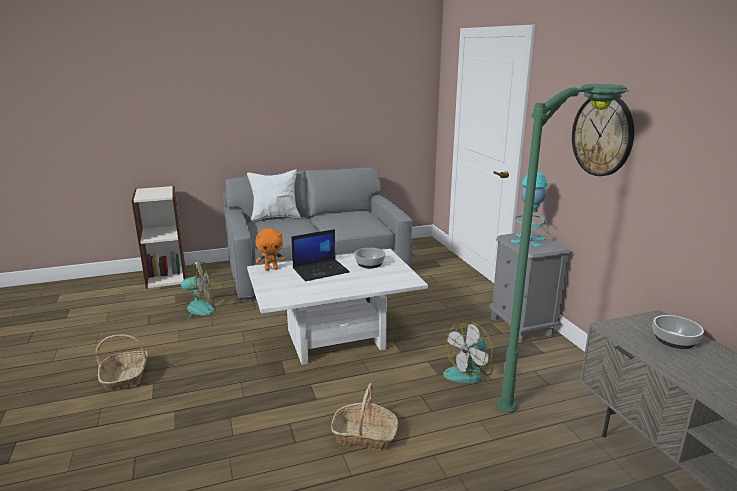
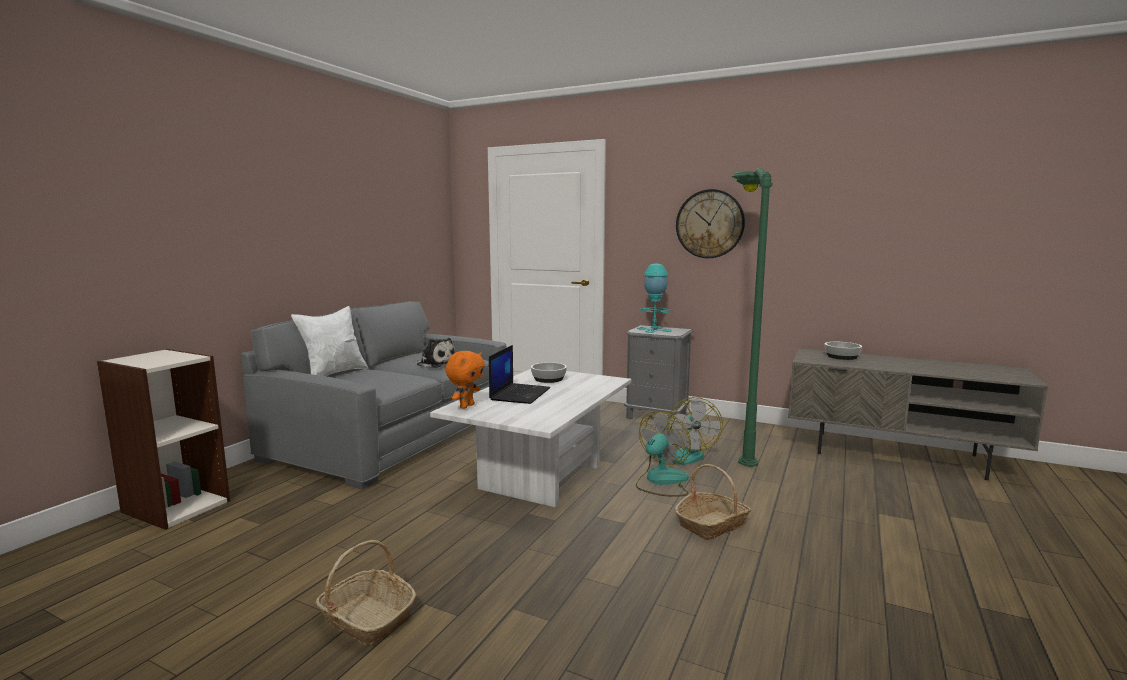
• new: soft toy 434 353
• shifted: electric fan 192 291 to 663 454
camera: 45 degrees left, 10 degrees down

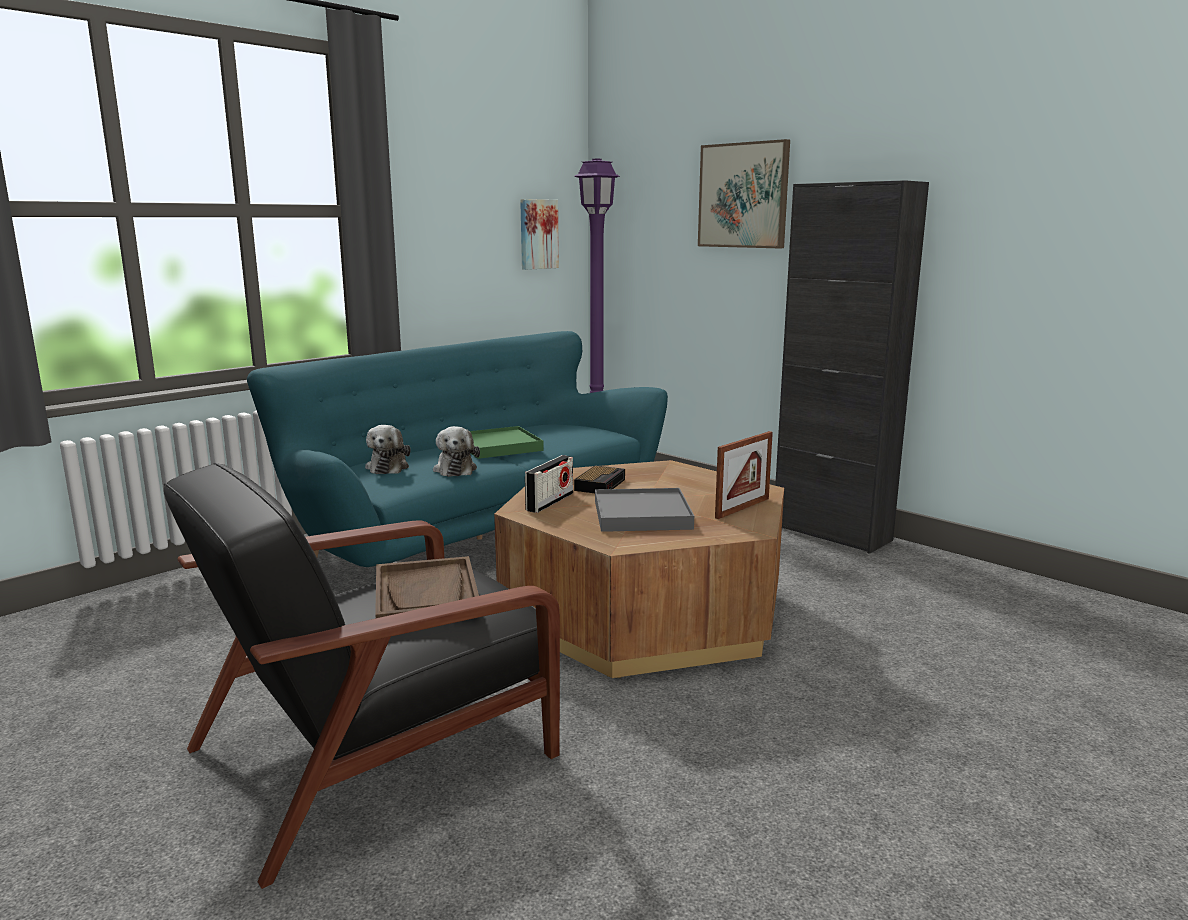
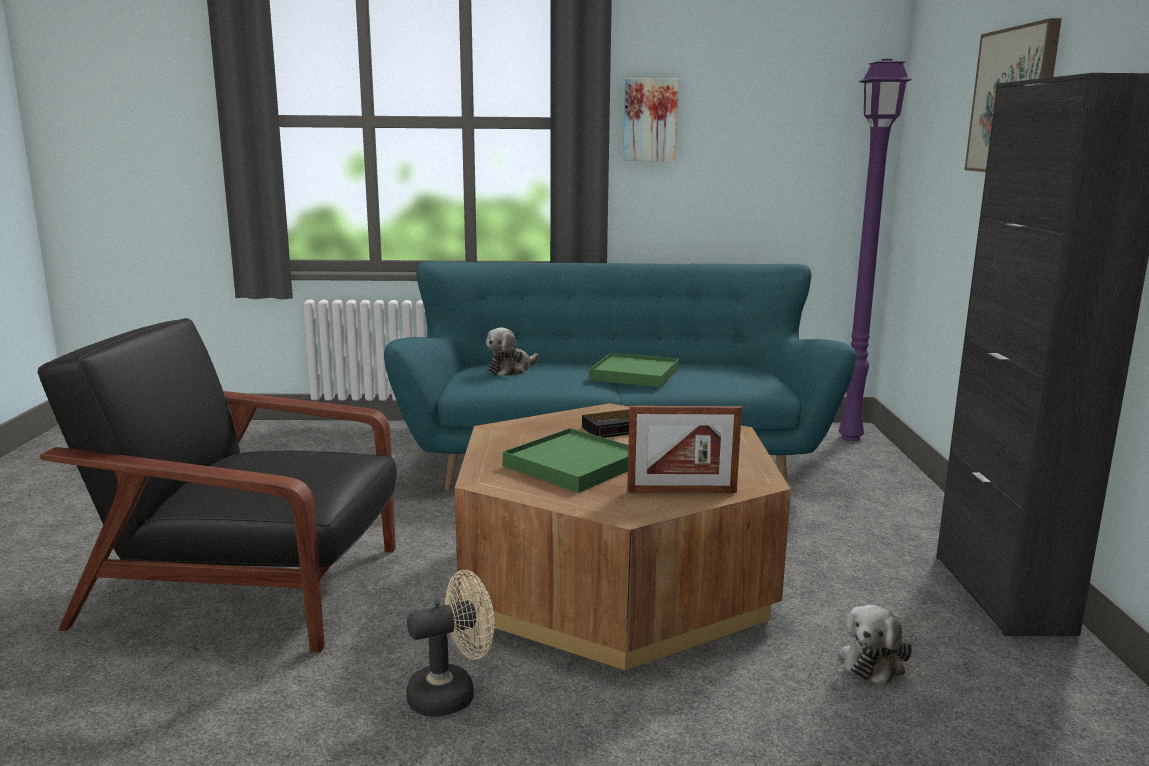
• new: electric fan in beige 450 643
• repainted: tray in greyish 644 510 to tray in green-coloured 566 460
• shifted: wall art 539 234 to 650 119
• shifted: soft toy 456 451 to 876 645
• gone: tray in brown 427 587
• gone: radio receiver 549 484
camera: 45 degrees right, 0 degrees up

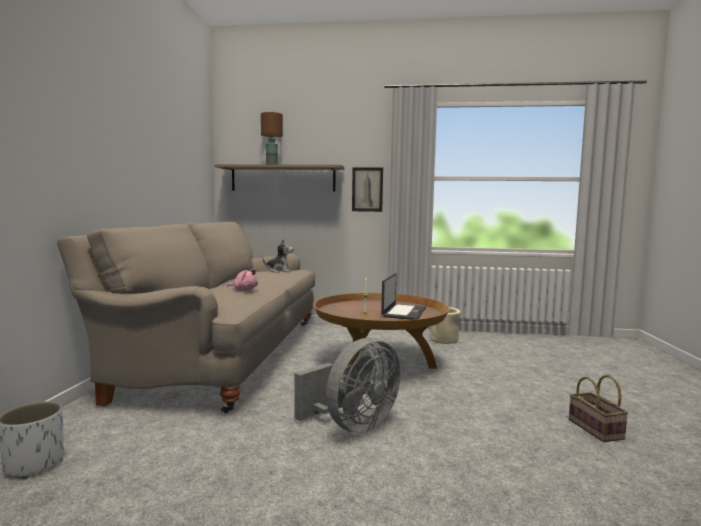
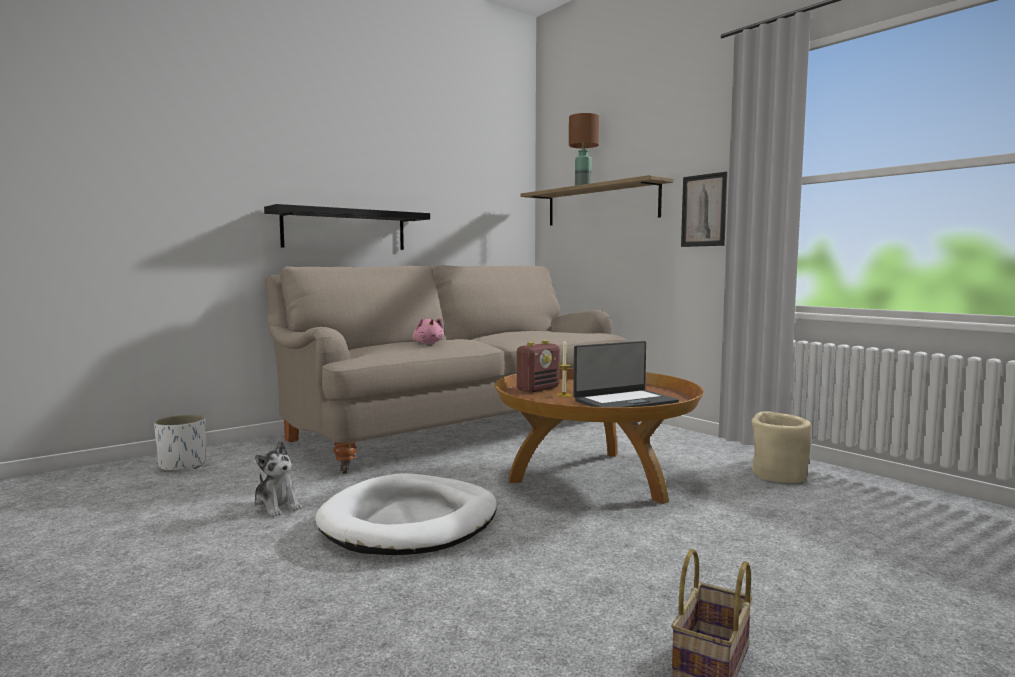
• shifted: soft toy 278 255 to 277 479
• new: shelf in black 347 227
• swapped: electric fan in greyish 347 385 to dog cushion in white-coloured 406 514
• new: radio receiver 538 366
camera: 45 degrees right, 0 degrees up

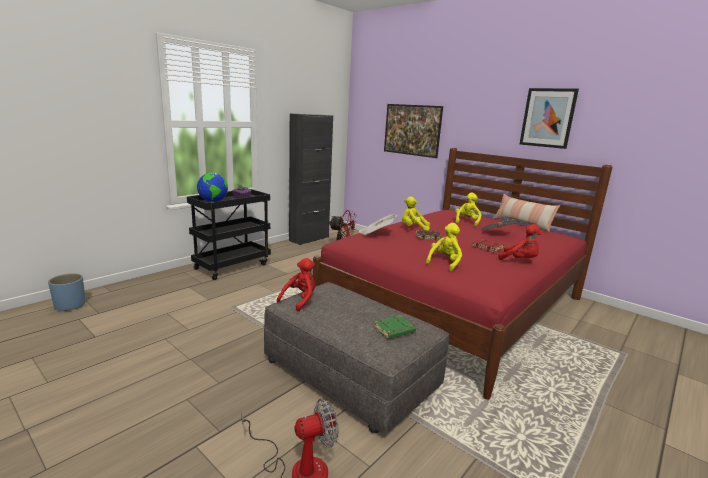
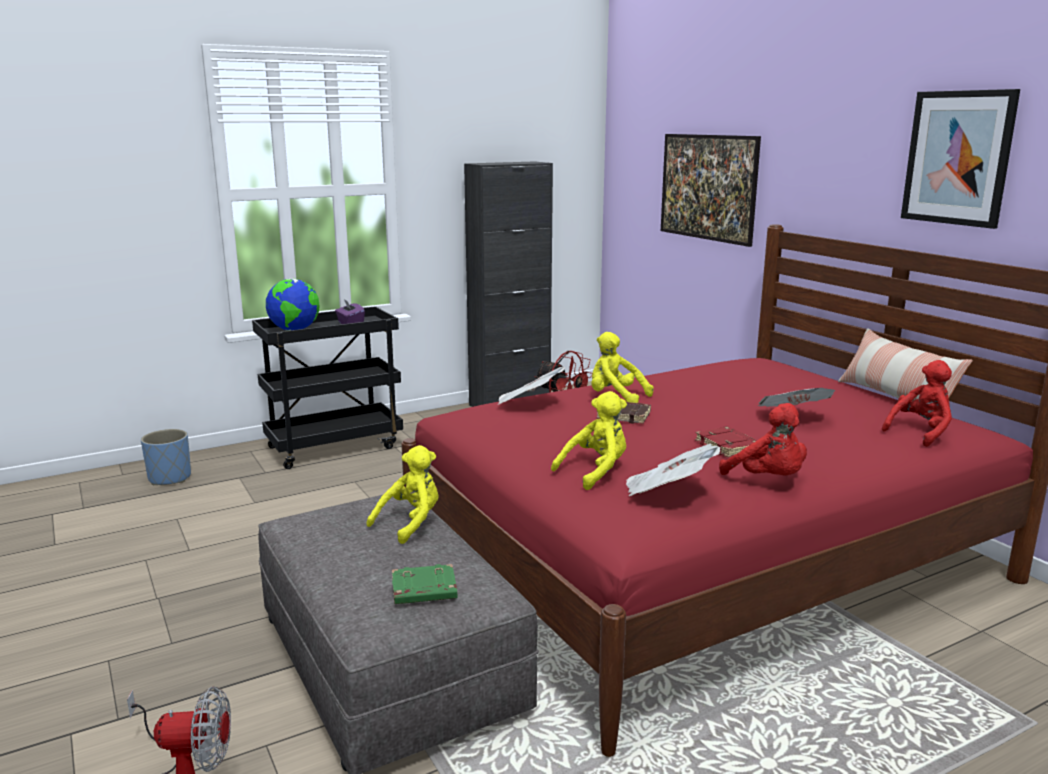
• shifted: plant pot in blue 67 292 to 166 457
• shifted: soft toy in yellow 468 209 to 402 494
• new: printed paper 673 470
• shifted: soft toy in reddish 296 284 to 917 403
camera: 20 degrees right, 0 degrees up

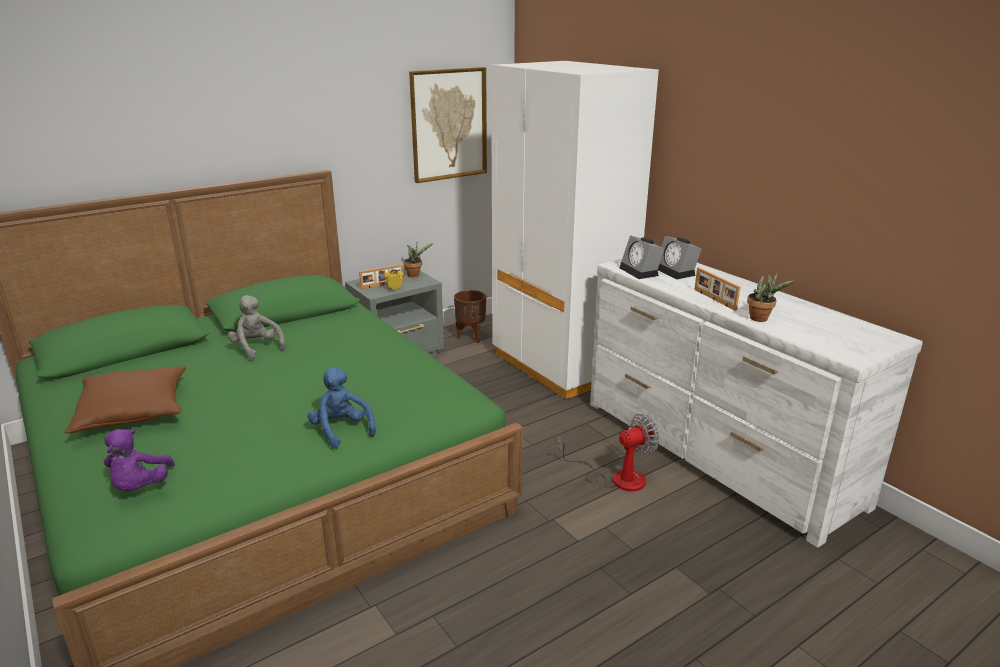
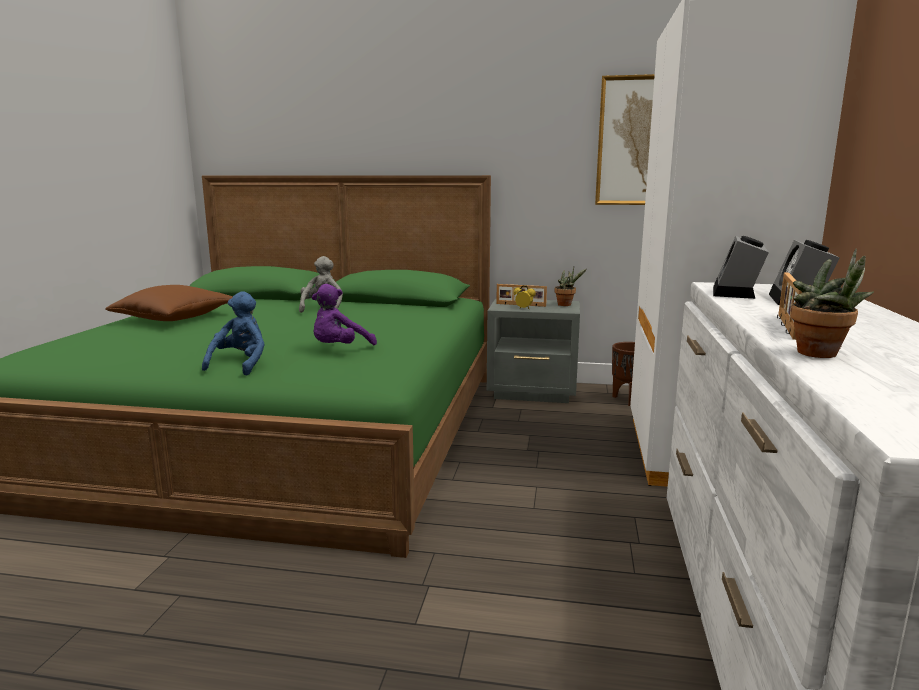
• shifted: soft toy in purplish 139 460 to 344 315
• gone: electric fan 607 453
camera: 45 degrees right, 10 degrees down

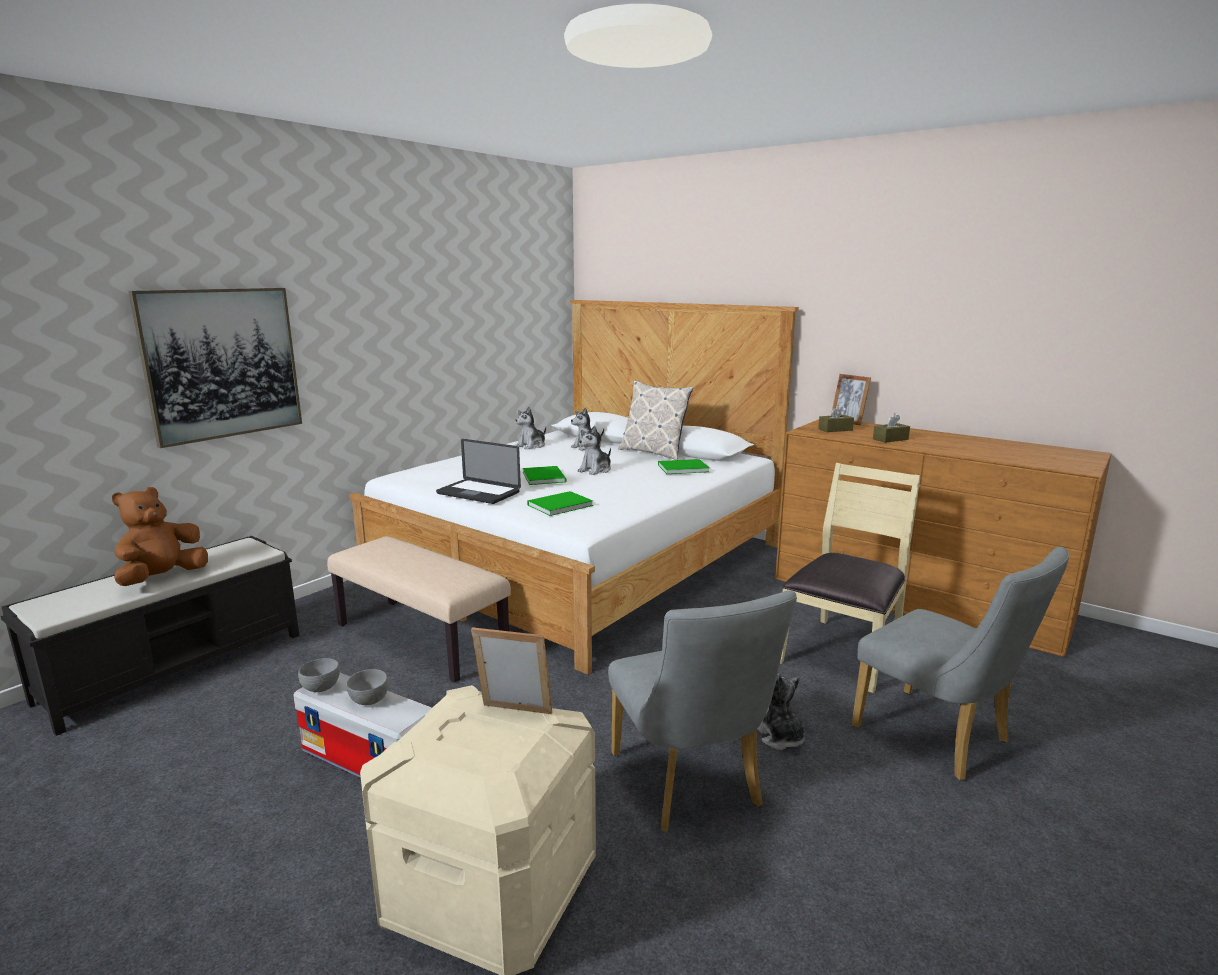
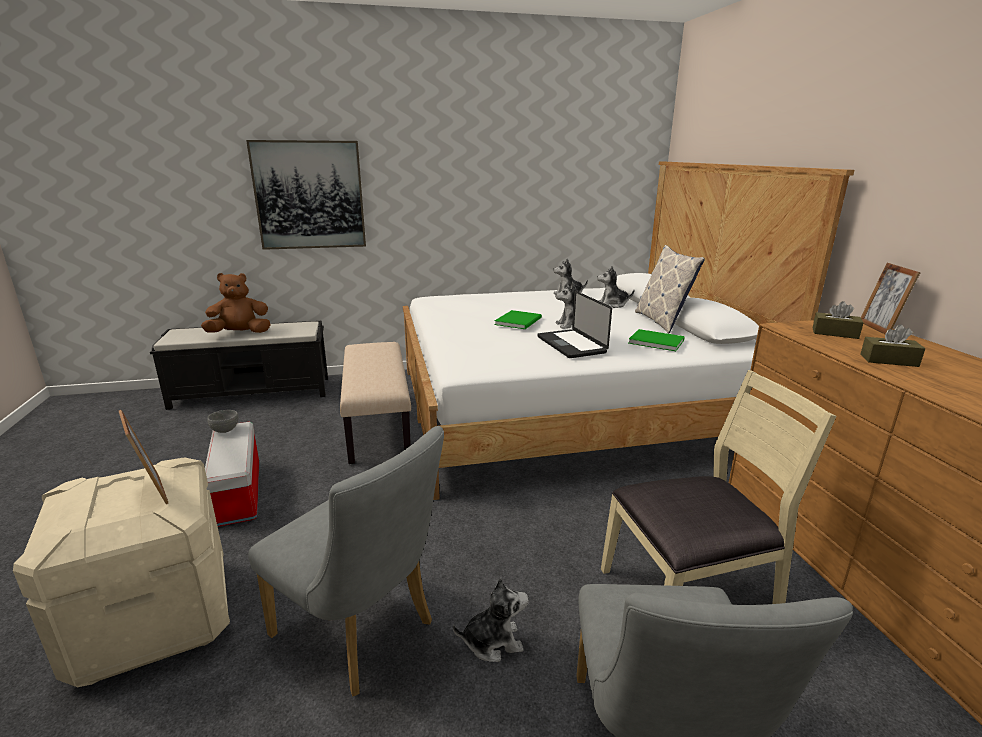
• rotated: chair in greyish 702 710 = 346 561 75 degrees counterclockwise
• rotated: soft toy 781 711 = 491 619 60 degrees clockwise
• shifted: notebook computer 478 471 to 574 324
• gone: serving bowl in greyish 367 687
• gone: volume in green-coloured 560 503
camera: 40 degrees right, 5 degrees up

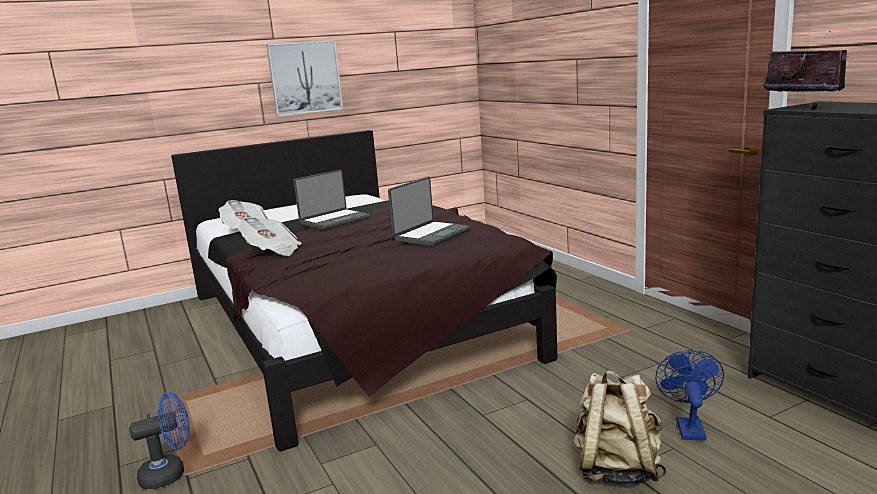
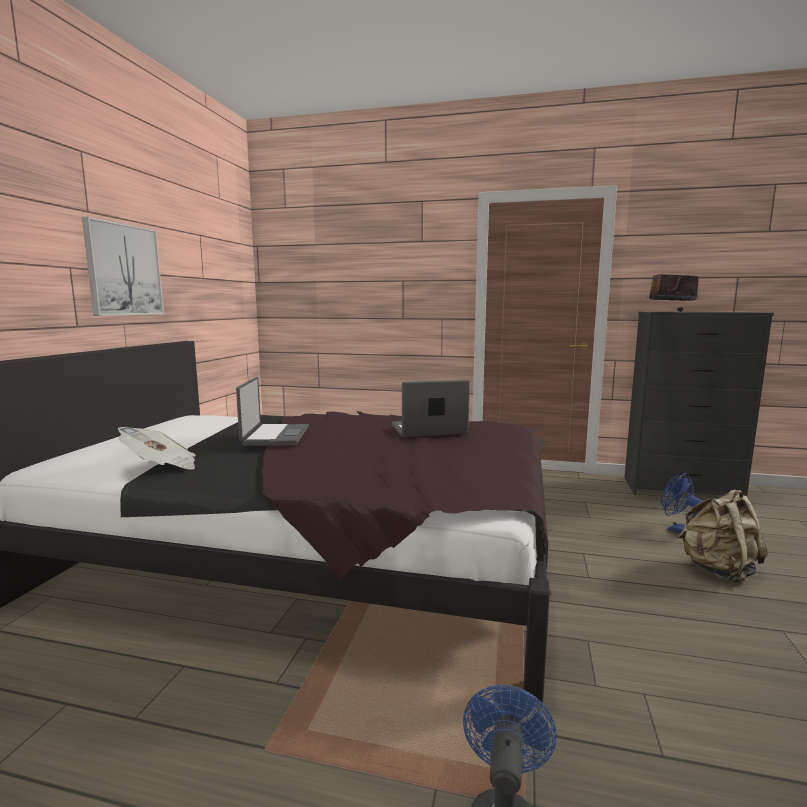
• rotated: notebook computer 429 211 = 431 408 90 degrees counterclockwise
• gone: printed paper 269 236
camera: 50 degrees left, 5 degrees down

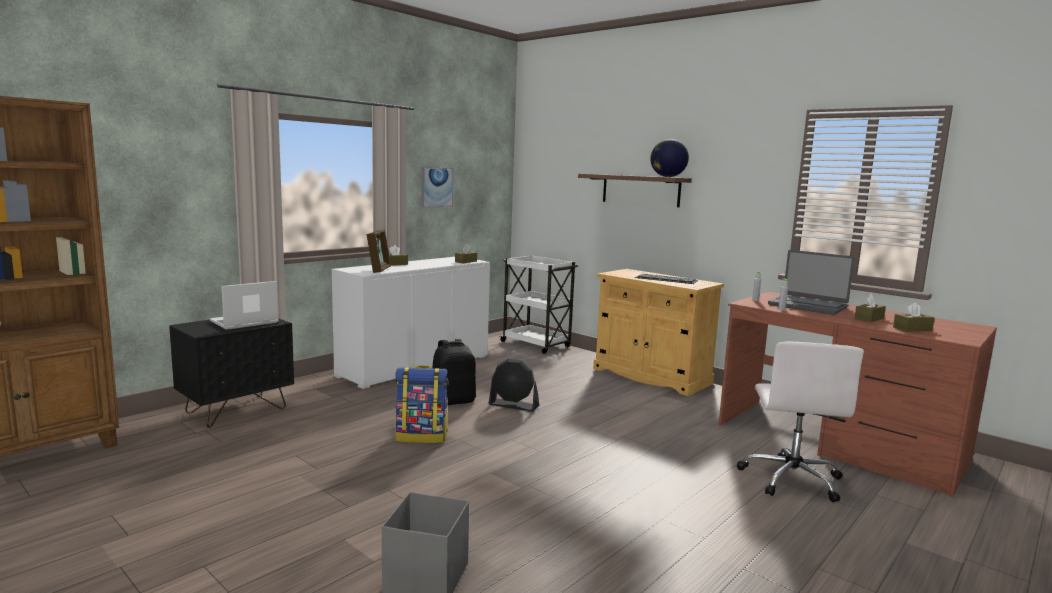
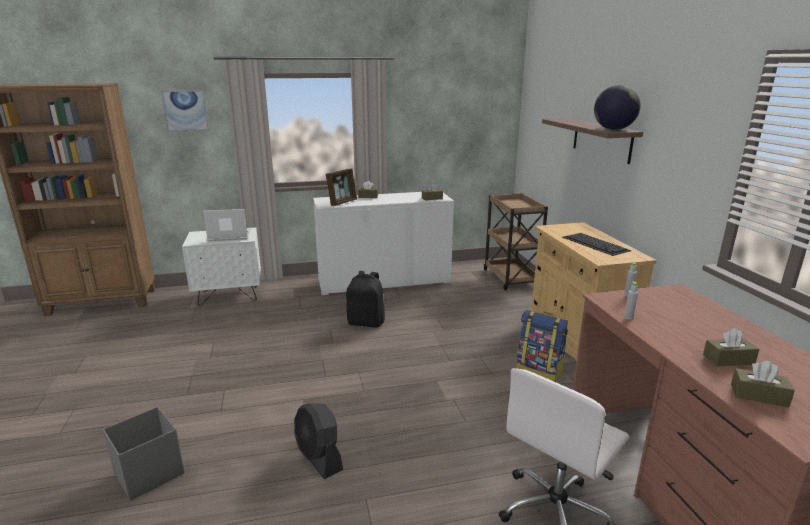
• shifted: wall art 437 187 to 185 111
• repainted: night table in black 231 373 to night table in white-coloured 221 266
• shifted: electric fan in black 514 385 to 318 441
• repainted: trolley in white-coloured 539 304 to trolley in brown 515 241
• shifted: backpack 422 404 to 542 346
• gone: notebook computer 811 282
camera: 35 degrees right, 10 degrees up

